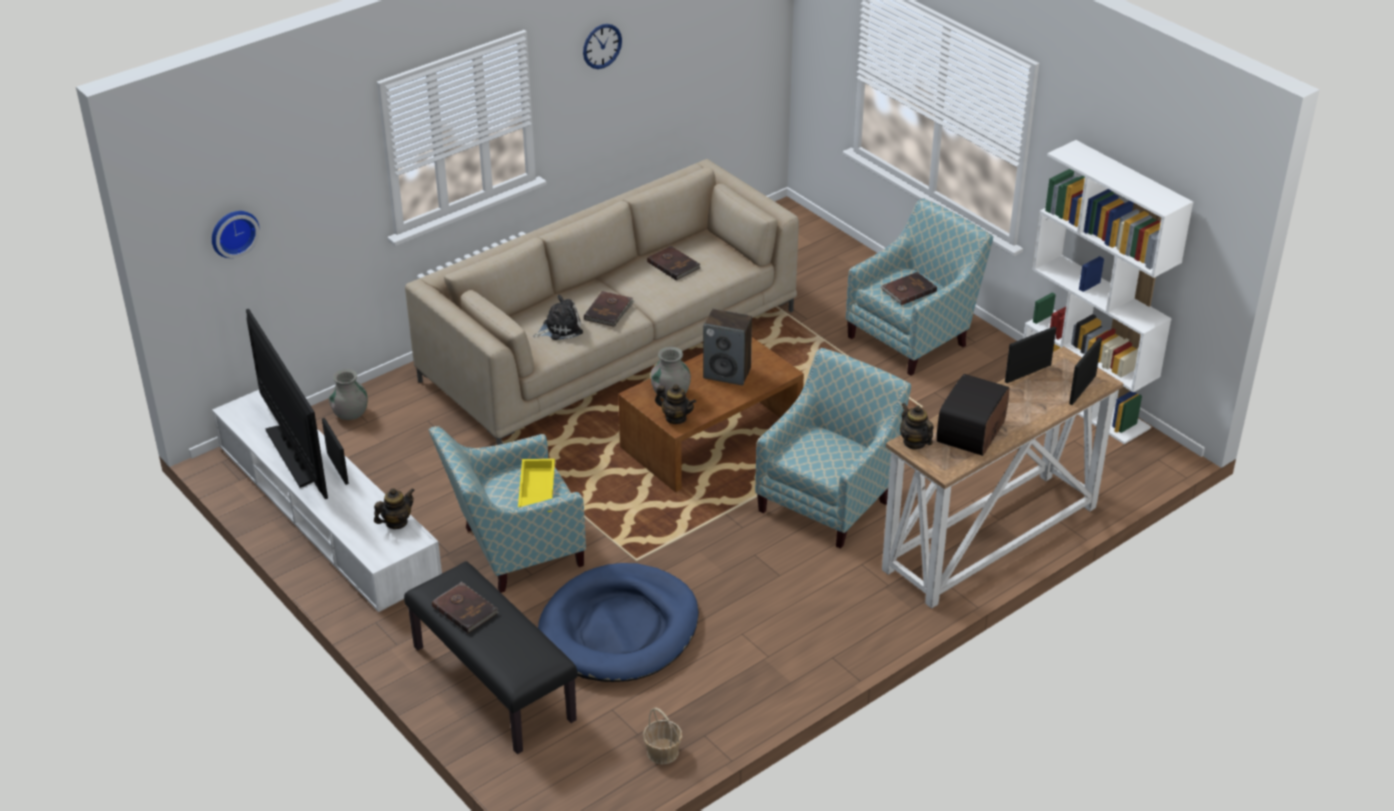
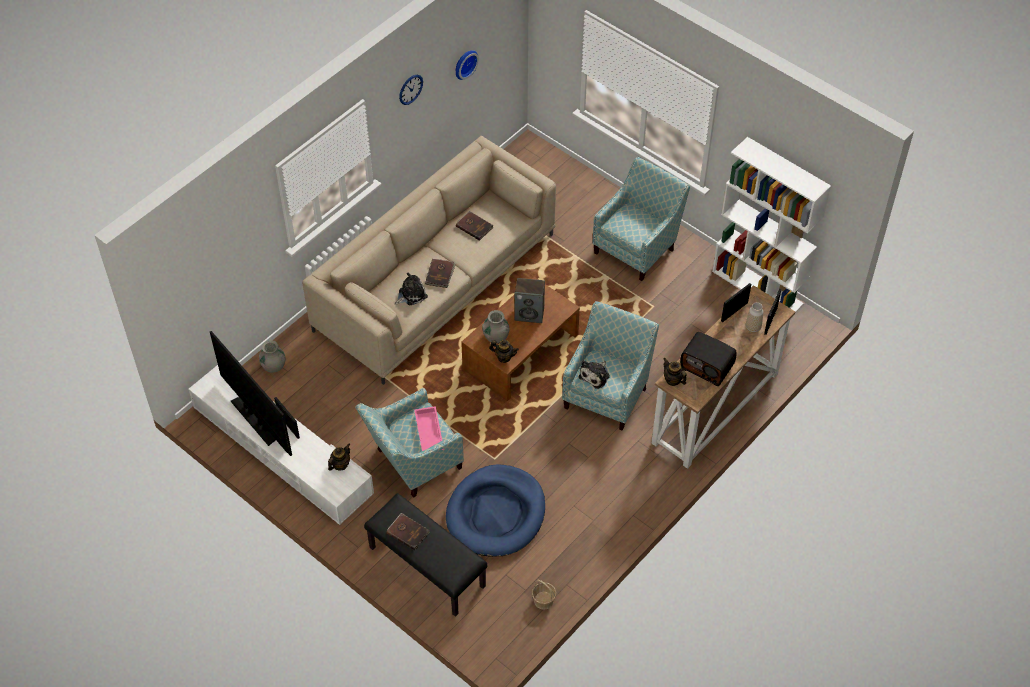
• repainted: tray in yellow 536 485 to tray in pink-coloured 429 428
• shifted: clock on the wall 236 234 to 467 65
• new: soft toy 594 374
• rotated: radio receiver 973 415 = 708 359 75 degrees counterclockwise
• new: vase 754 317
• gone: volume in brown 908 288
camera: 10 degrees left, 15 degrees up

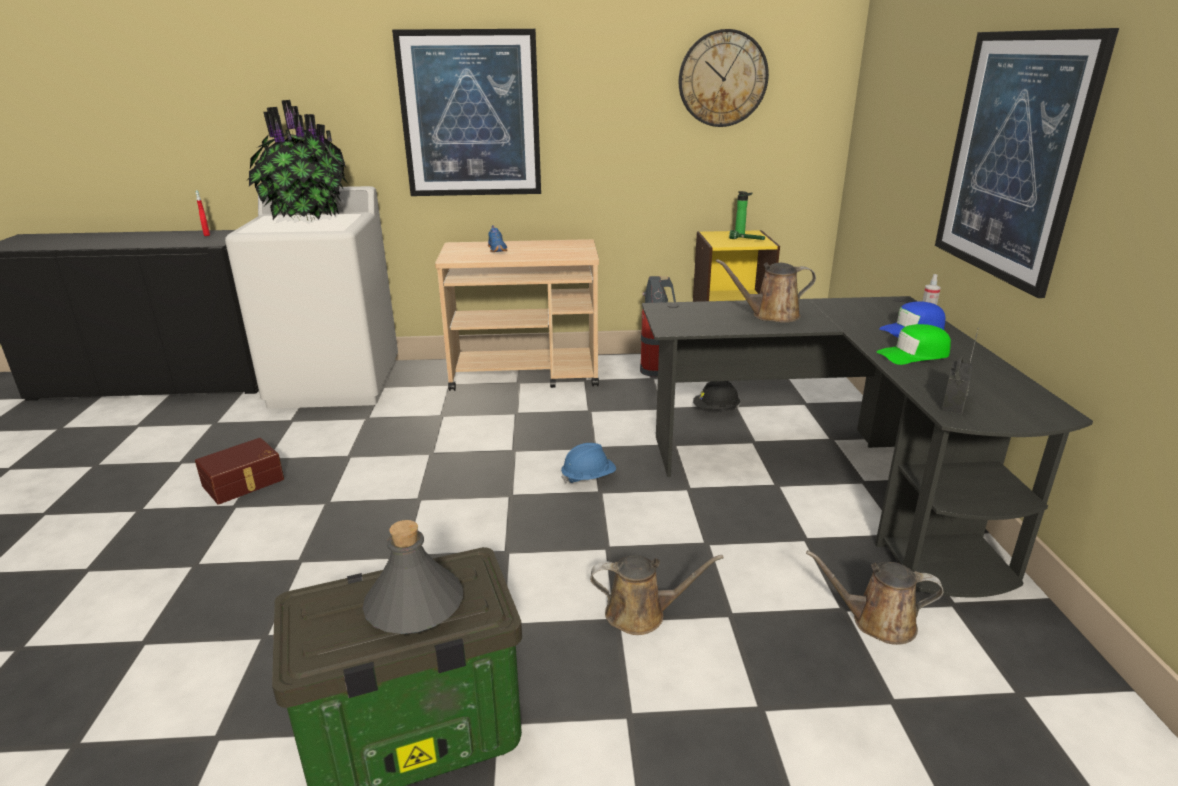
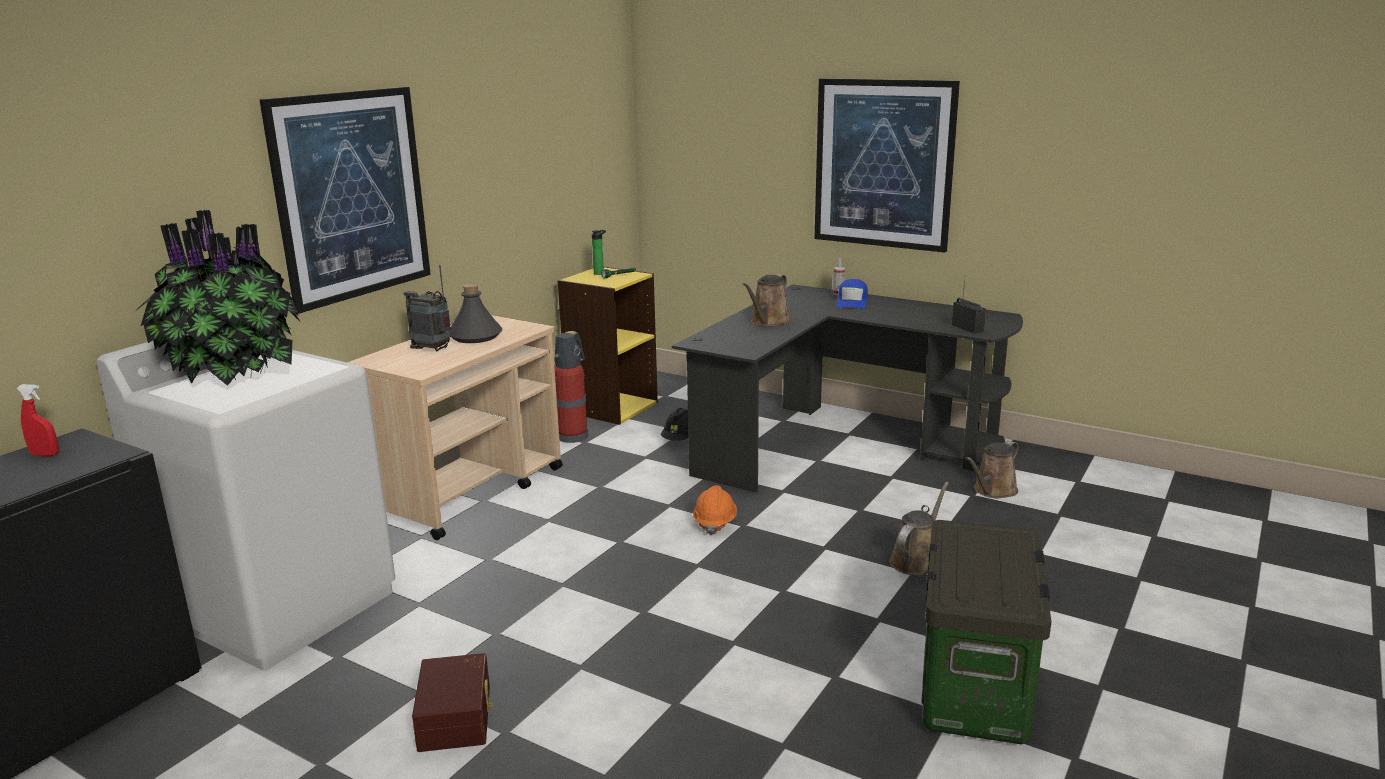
• swapped: low shoe in blue 498 239 to radio receiver 427 308
• shifted: drink bottle in greyish 413 577 to 476 313
• repainted: hard hat in blue 588 463 to hard hat in orange 715 510
• gone: clock on the wall 724 78
• gone: baseball cap in green-coloured 914 344
camera: 55 degrees left, 5 degrees down

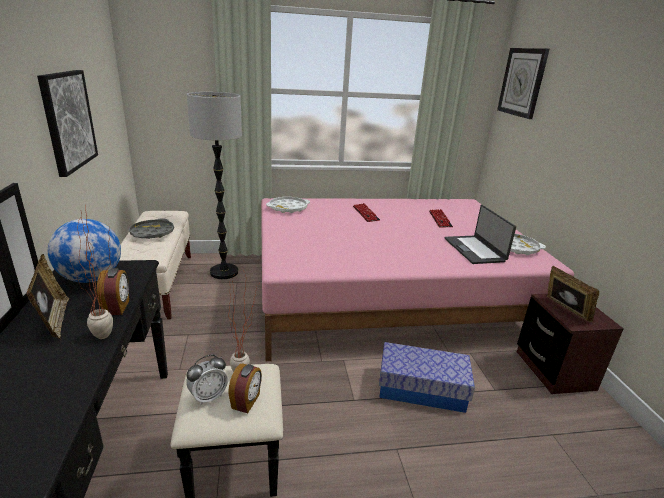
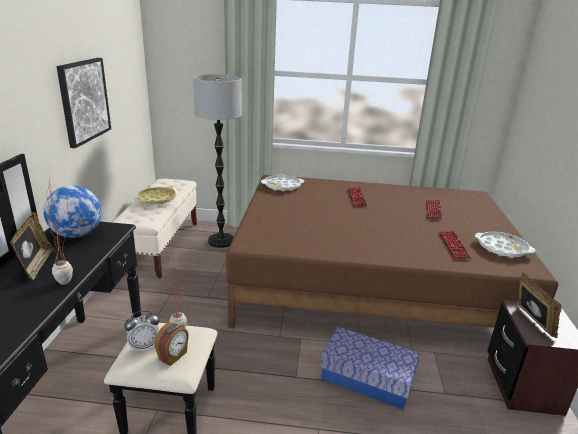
• repainted: tray in greyish 151 228 to tray in yellow 156 195
• repainted: bed in pink-coloured 417 279 to bed in brown 392 252
• swapped: notebook computer 480 234 to PC keyboard 455 245
• gone: table clock 113 291
• gone: clock on the wall 523 83
camera: 15 degrees right, 0 degrees up

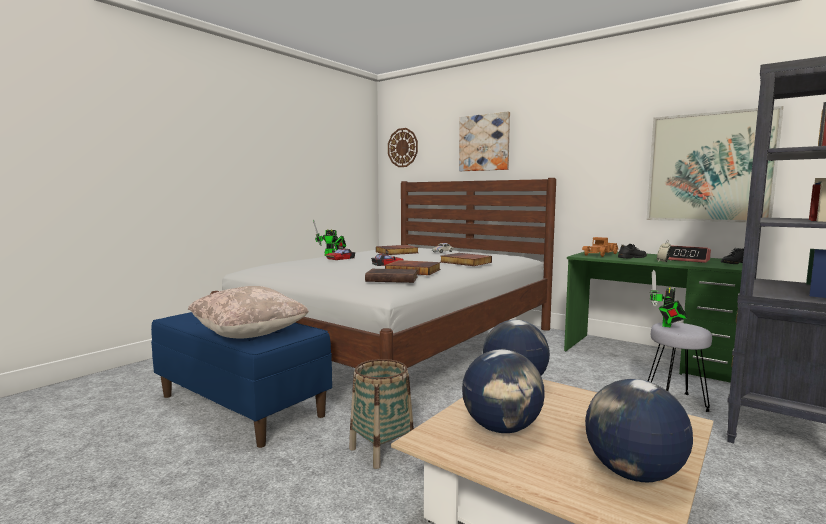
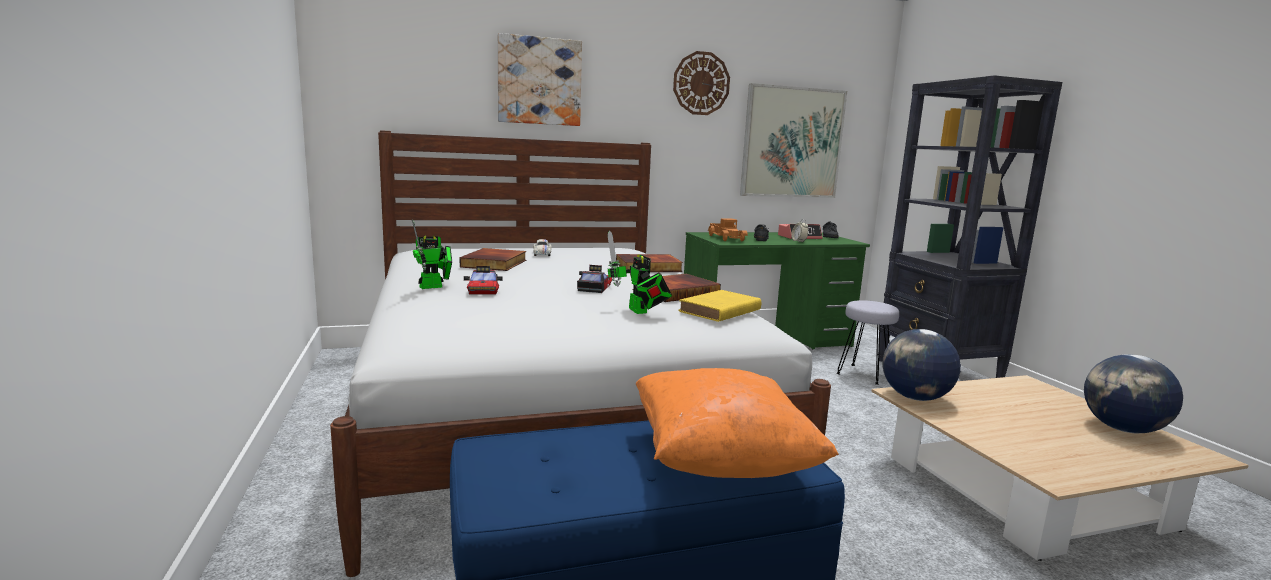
• shifted: model robot 668 299 to 639 272
• repainted: throw pillow in beige 248 312 to throw pillow in orange 737 423
• shifted: clock on the wall 403 147 to 701 83
• repainted: volume in brown 391 276 to volume in yellow 719 306
• gone: basket 381 414
• gone: world globe 503 391
camera: 55 degrees left, 5 degrees up

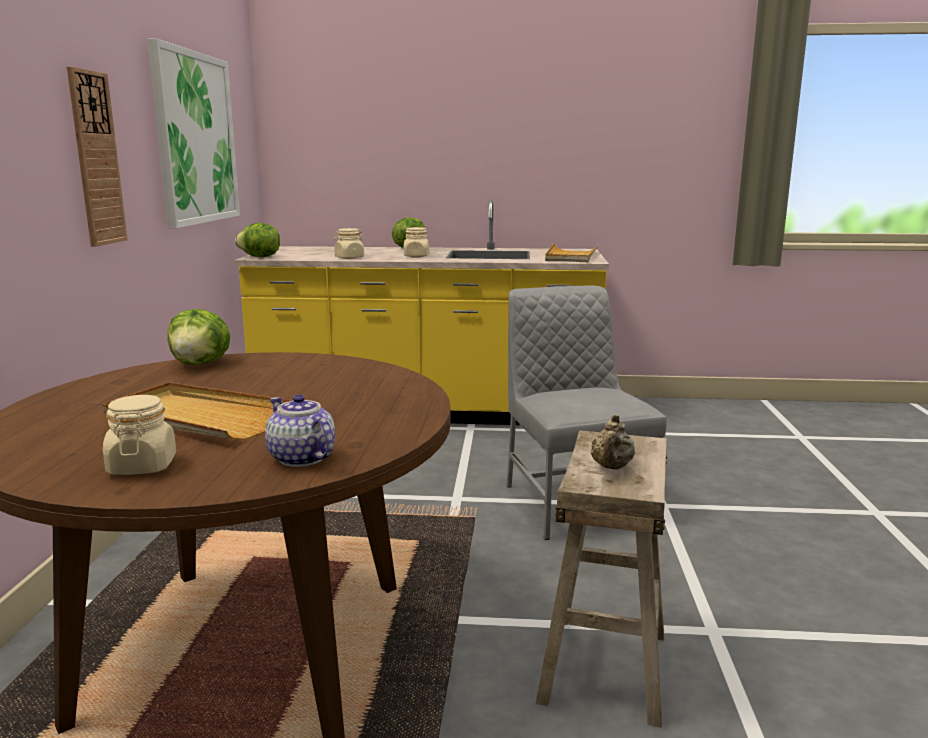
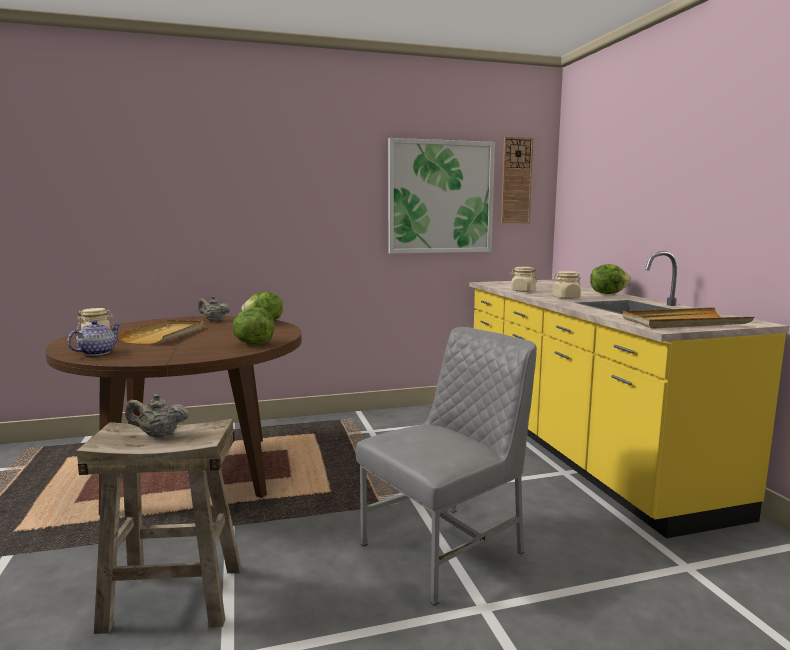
• new: tea pot in beige 214 309
• shifted: head of lettuce 257 240 to 253 326
• shifted: clock on the wall 97 156 to 517 180
camera: 70 degrees right, 5 degrees down

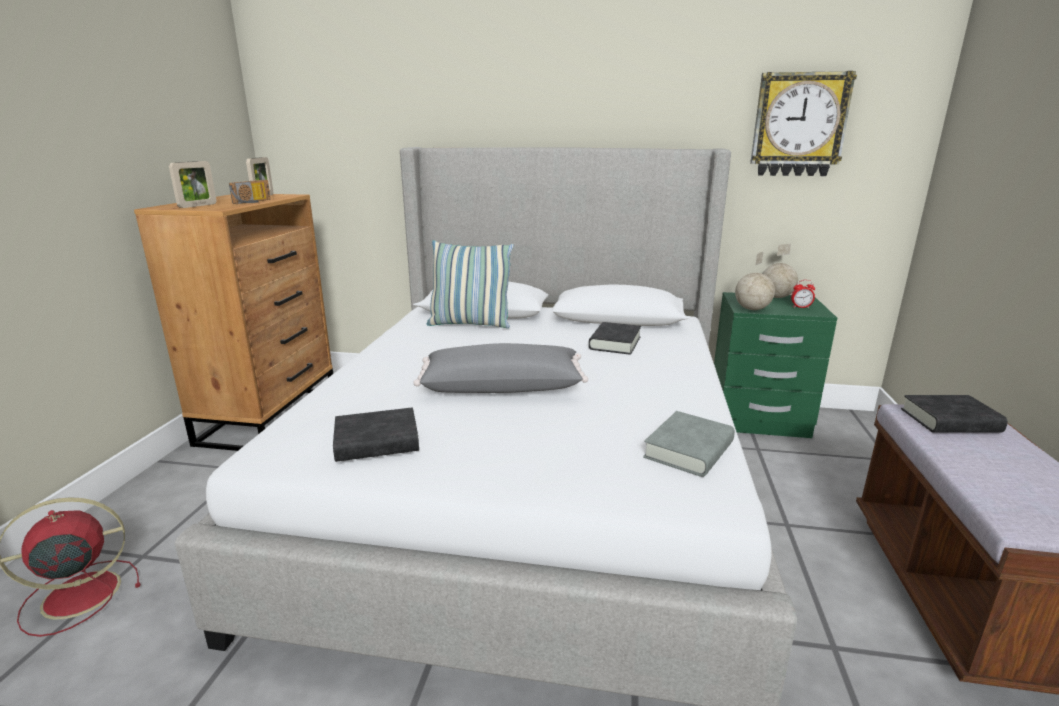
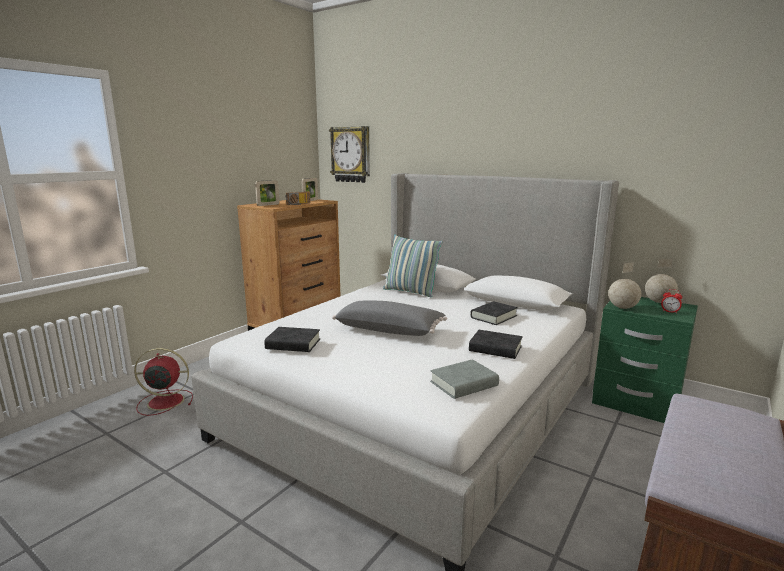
• shifted: clock on the wall 803 123 to 349 154
• shifted: volume in black 954 414 to 496 344
camera: 25 degrees right, 5 degrees down

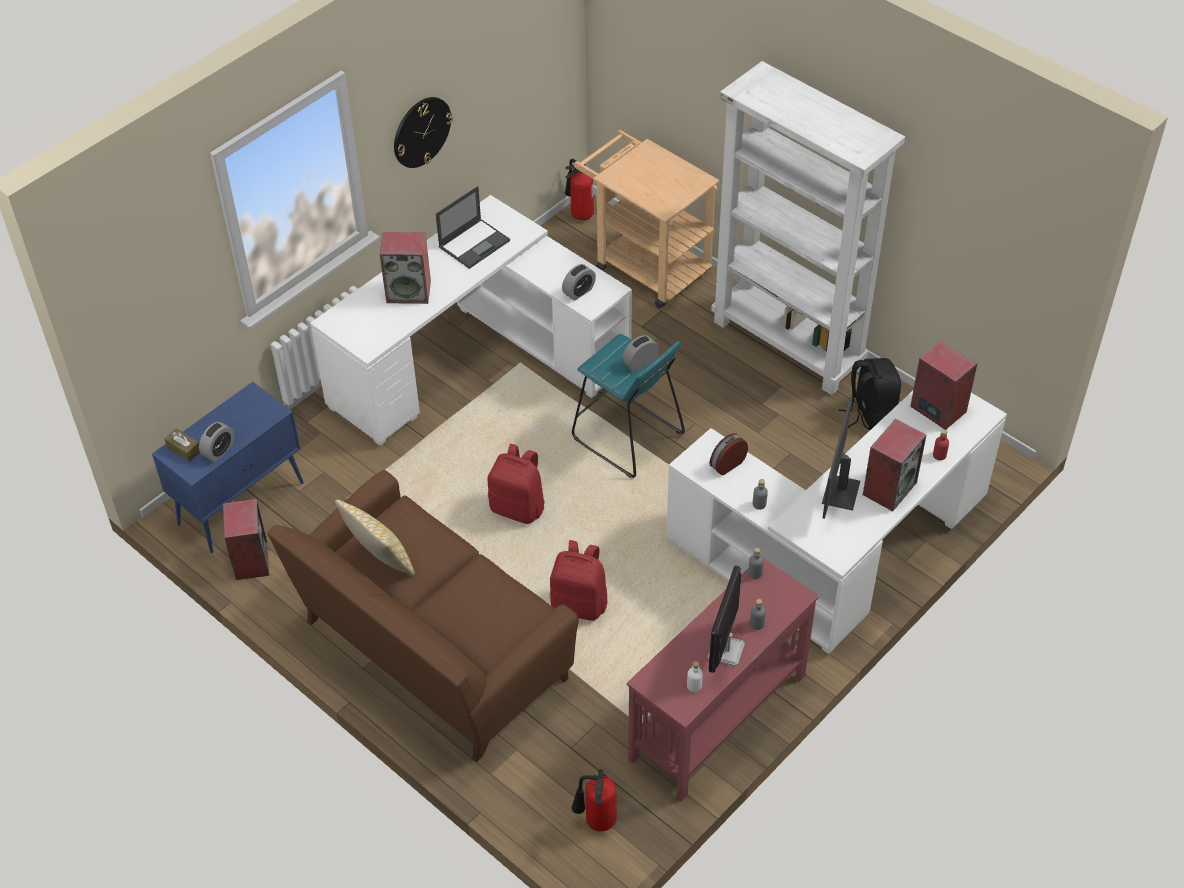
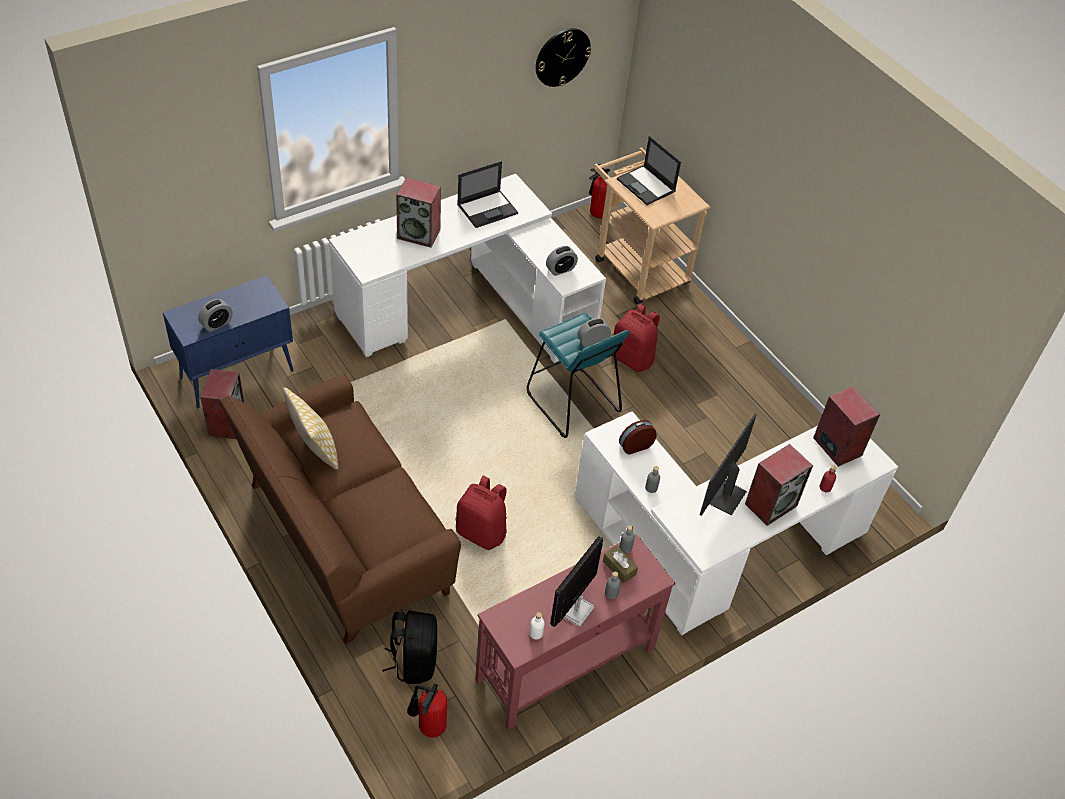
• shifted: backpack in black 870 394 to 409 647
• shifted: clock on the wall 423 132 to 563 57
• shifted: tissue holder in brown 182 445 to 620 564
• shifted: backpack in reddish 516 484 to 636 338
• new: notebook computer 649 170
• gone: shelving unit in white-coloured 808 228
camera: 10 degrees right, 0 degrees up

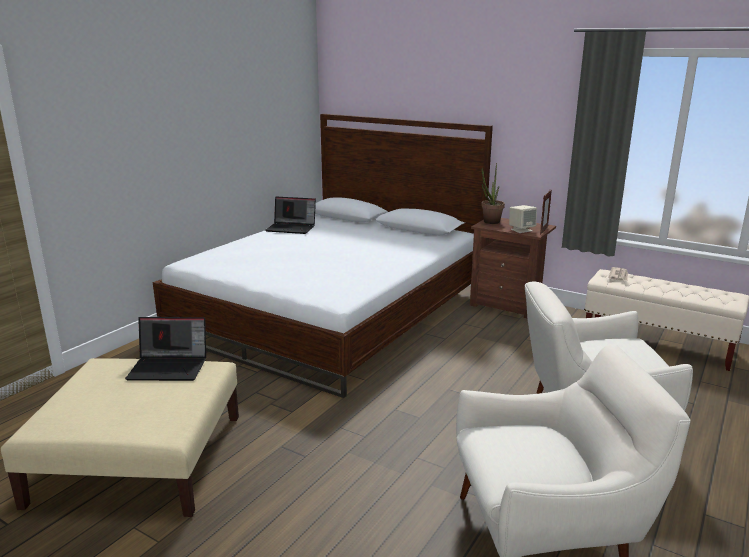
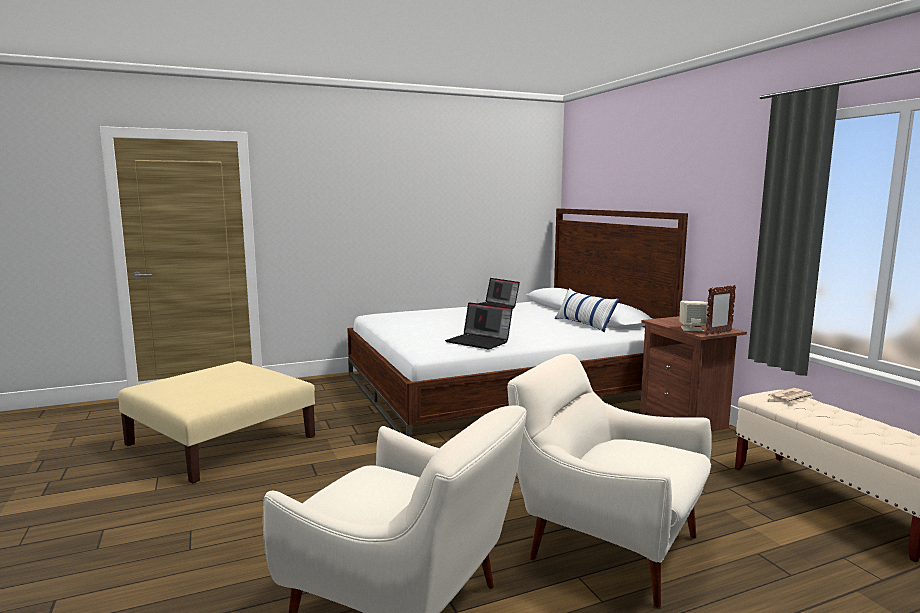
• shifted: notebook computer 165 349 to 479 325
• new: throw pillow 587 310
• gone: plant in a pot 493 193
camera: 35 degrees right, 10 degrees down

